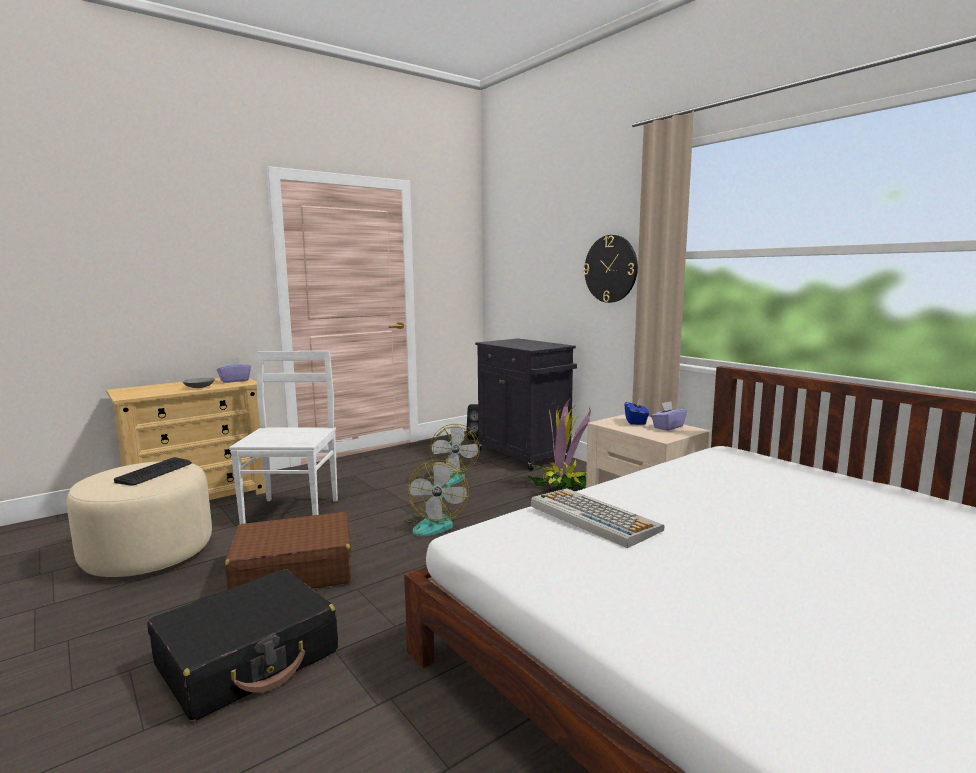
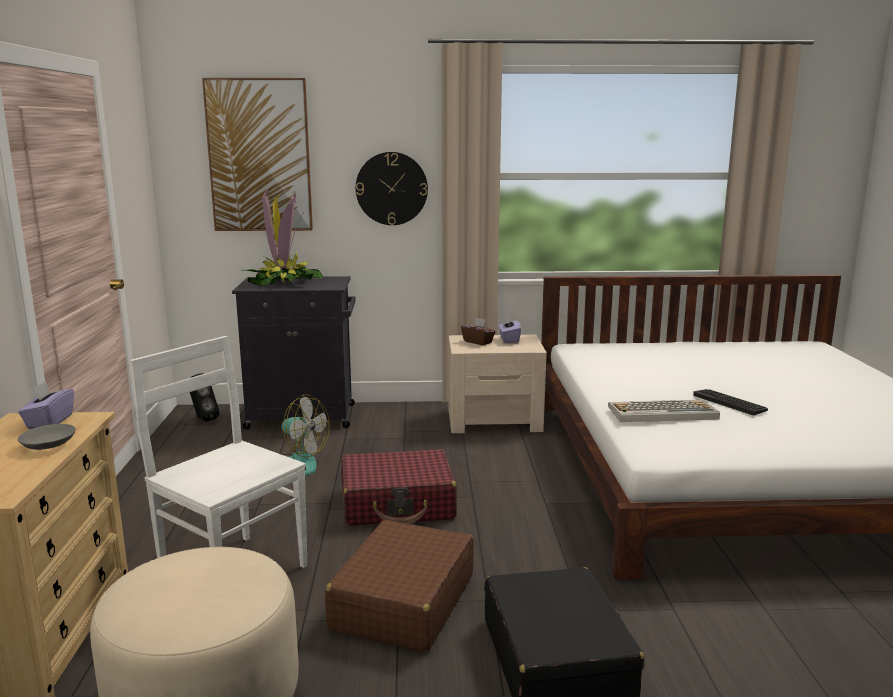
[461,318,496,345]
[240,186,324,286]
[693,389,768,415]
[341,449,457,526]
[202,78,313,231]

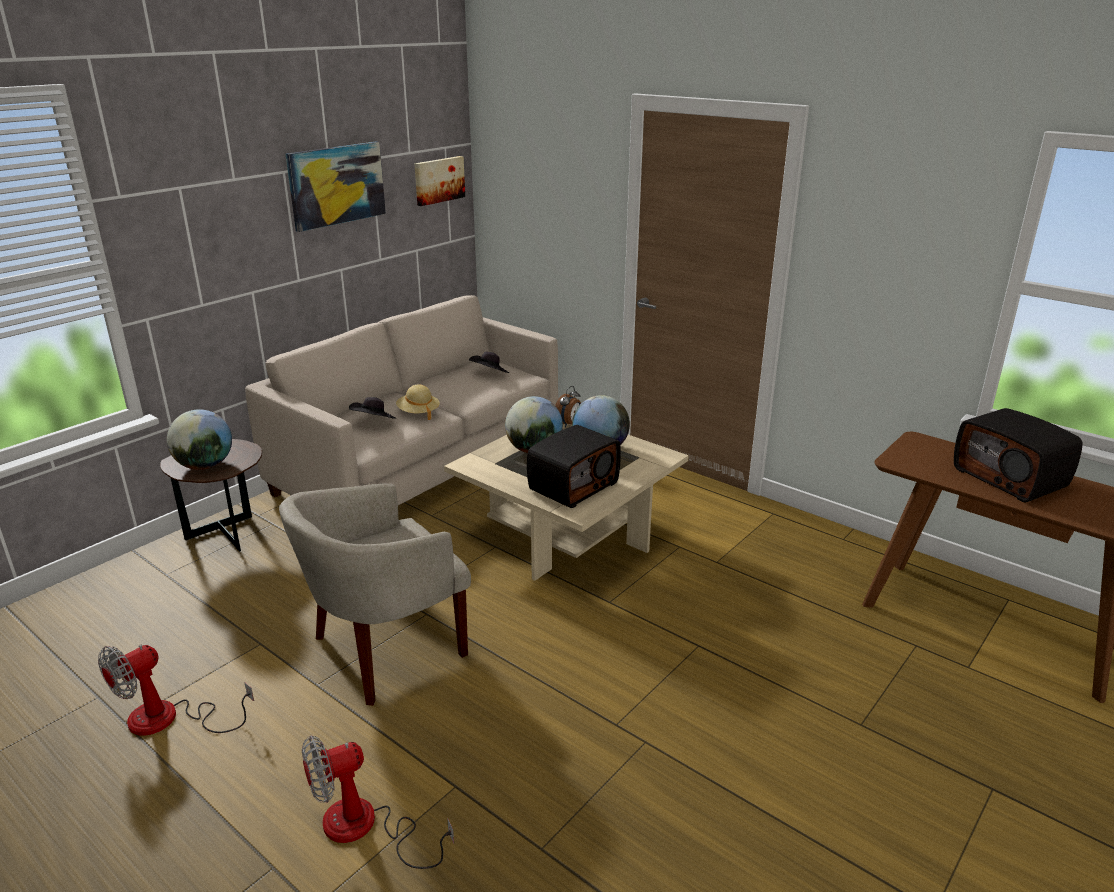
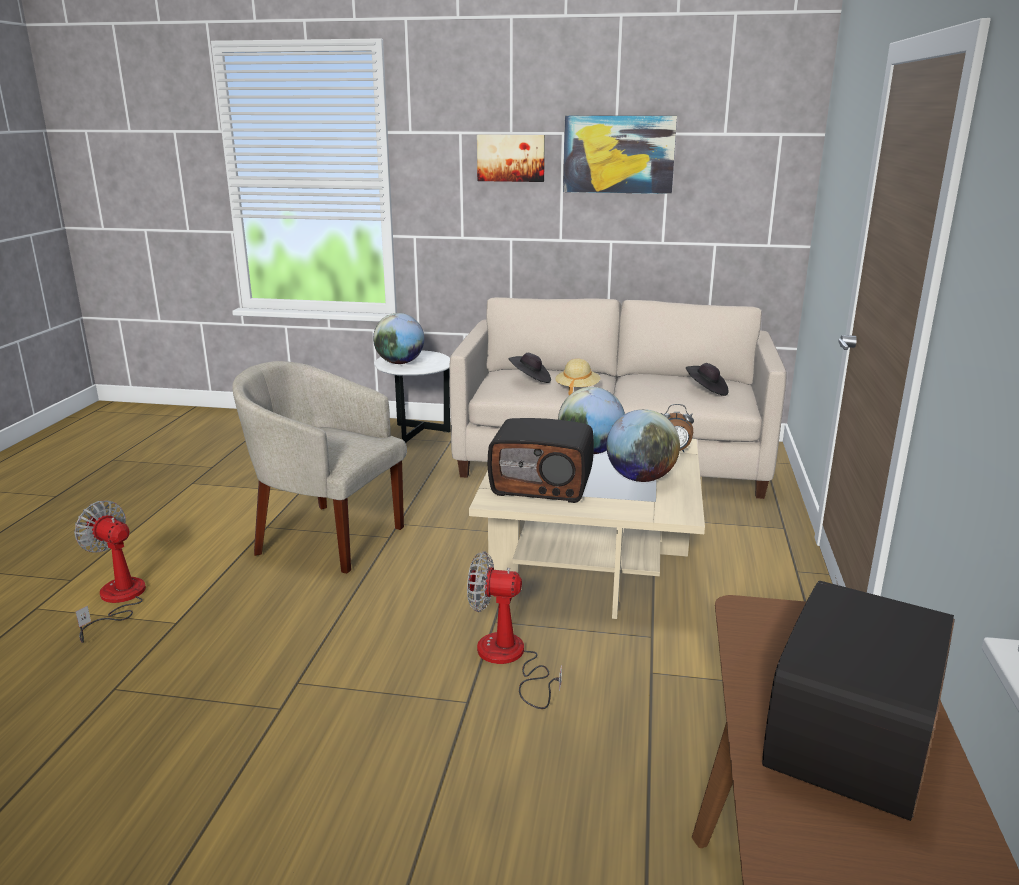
[477,135,545,182]
[374,351,450,443]
[467,551,562,709]

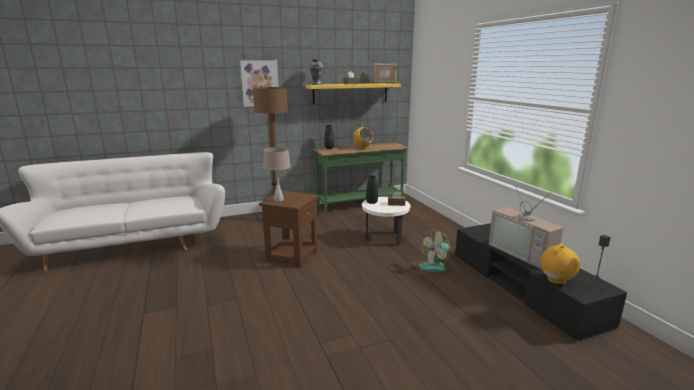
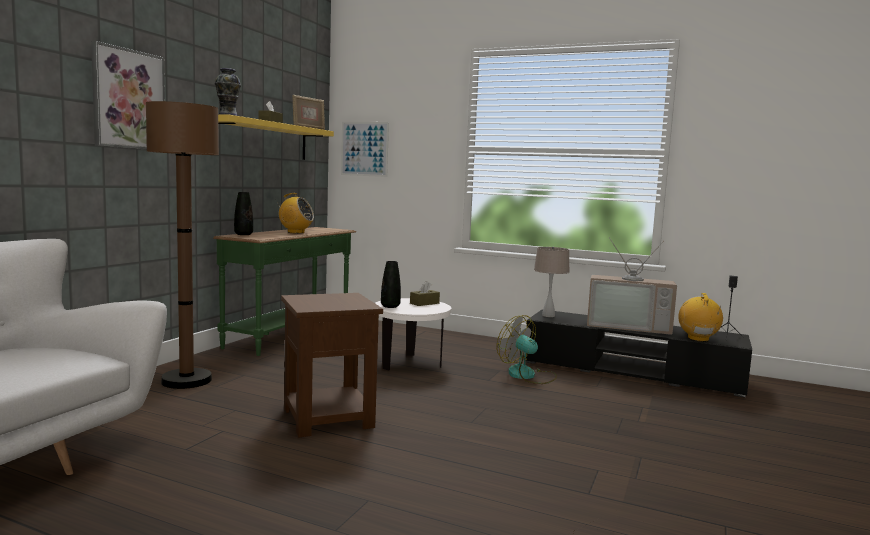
[534,247,570,317]
[497,315,557,384]
[341,122,389,177]

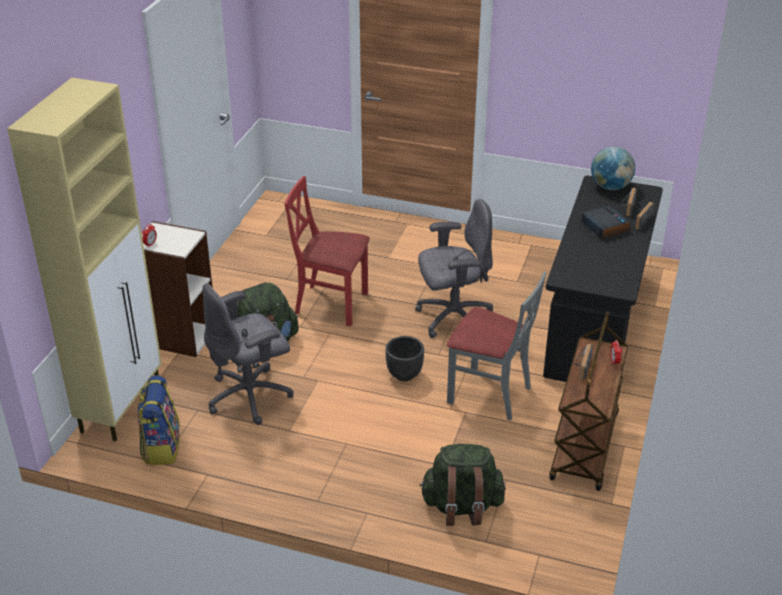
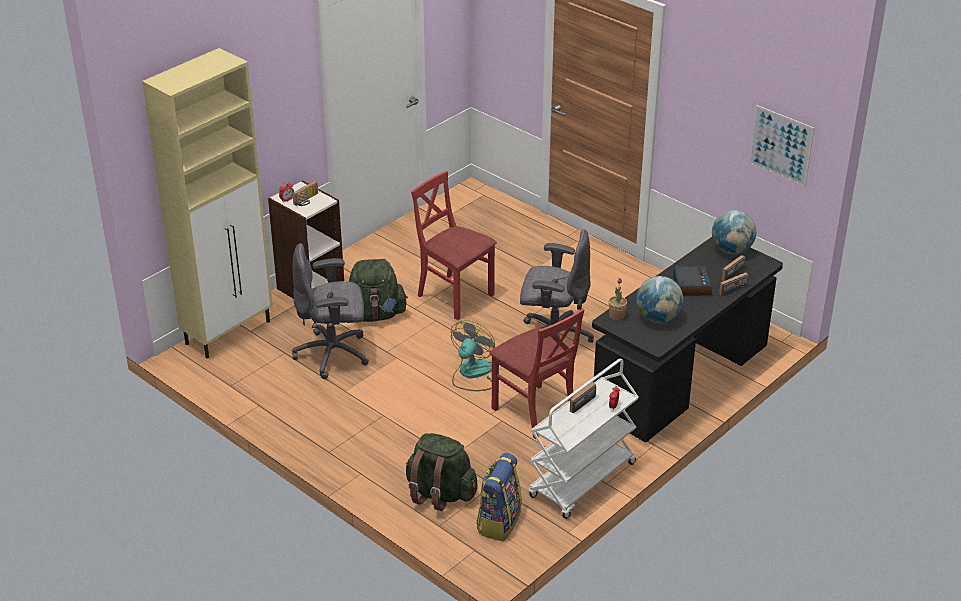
[490,308,585,439]
[528,358,639,519]
[451,320,495,391]
[476,453,522,541]
[749,105,814,187]
[293,181,318,206]
[636,276,683,323]
[609,278,627,320]

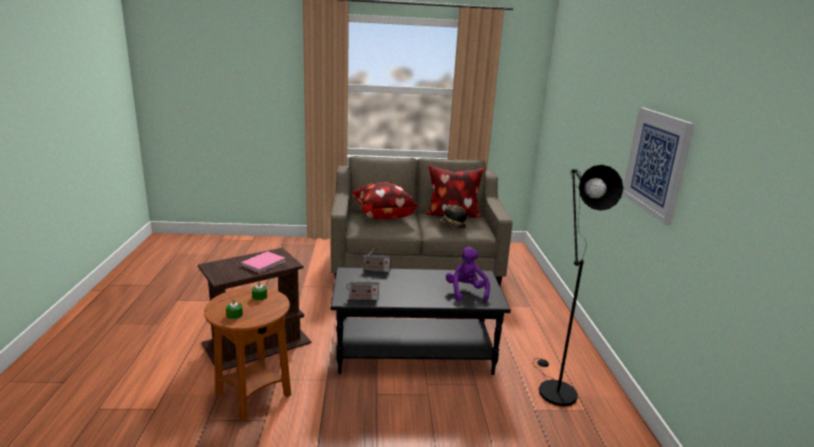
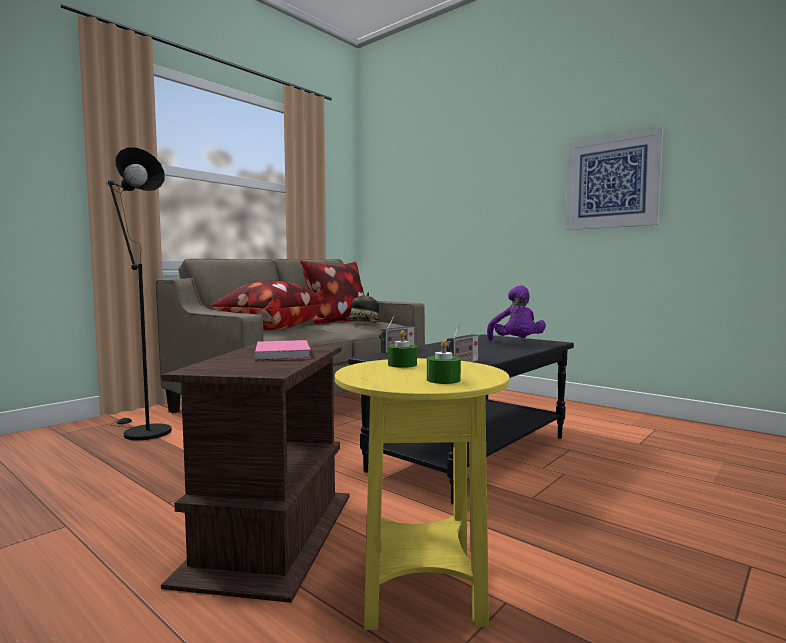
[106,147,172,440]
[487,285,546,341]
[335,358,510,630]

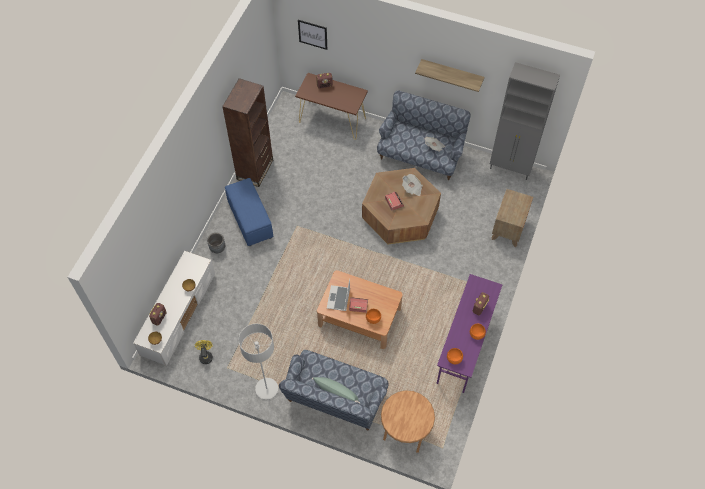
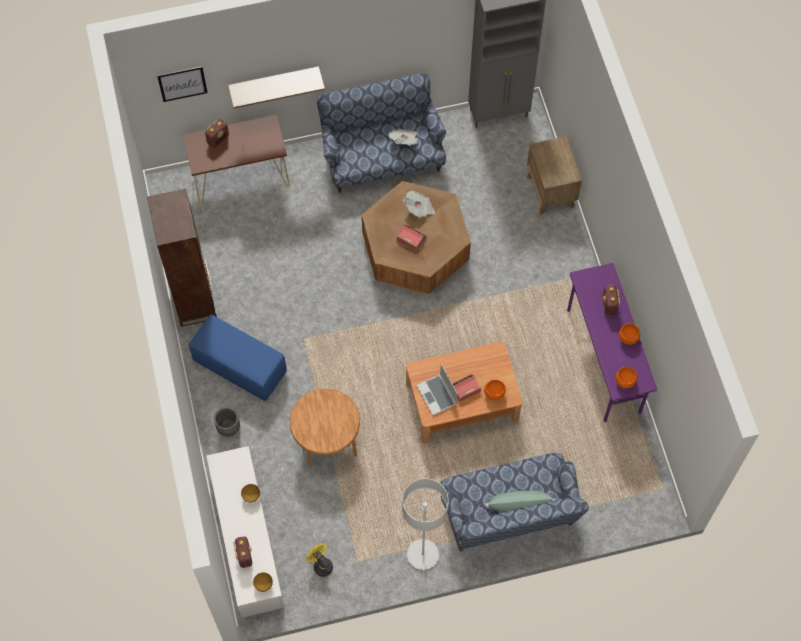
[228,66,325,108]
[290,389,360,467]

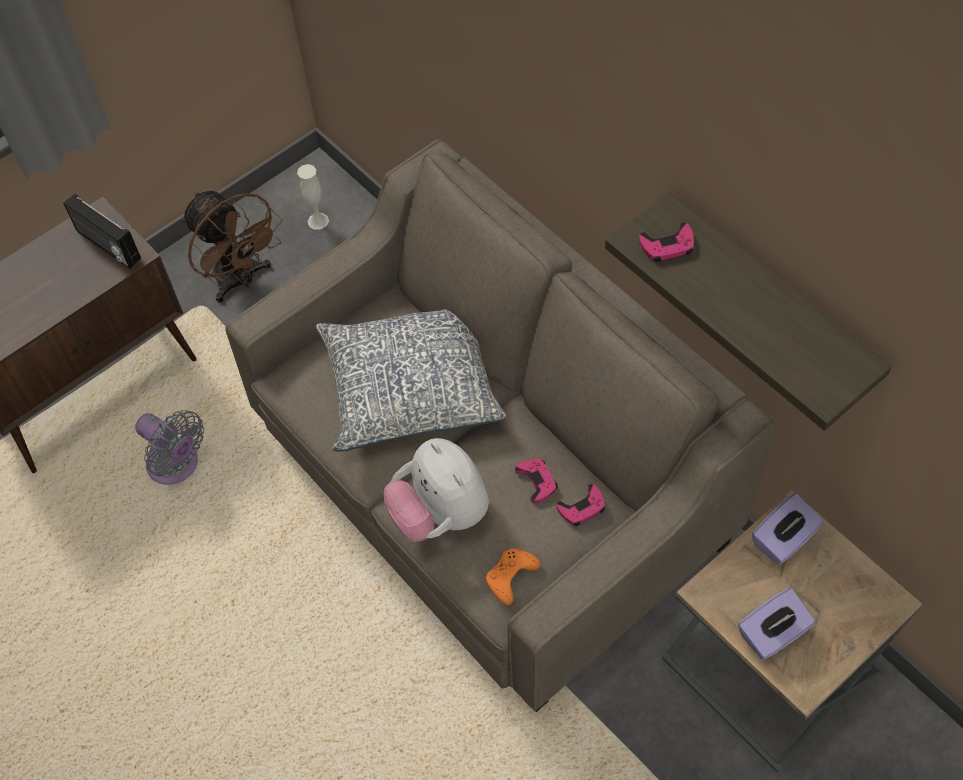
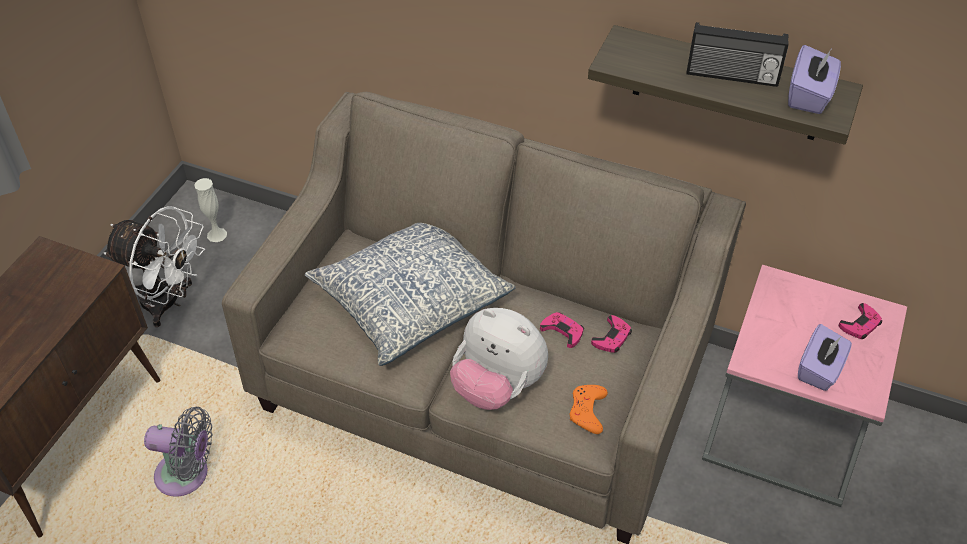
[104,206,205,327]
[686,22,789,87]
[839,303,882,339]
[702,265,907,507]
[788,45,841,114]

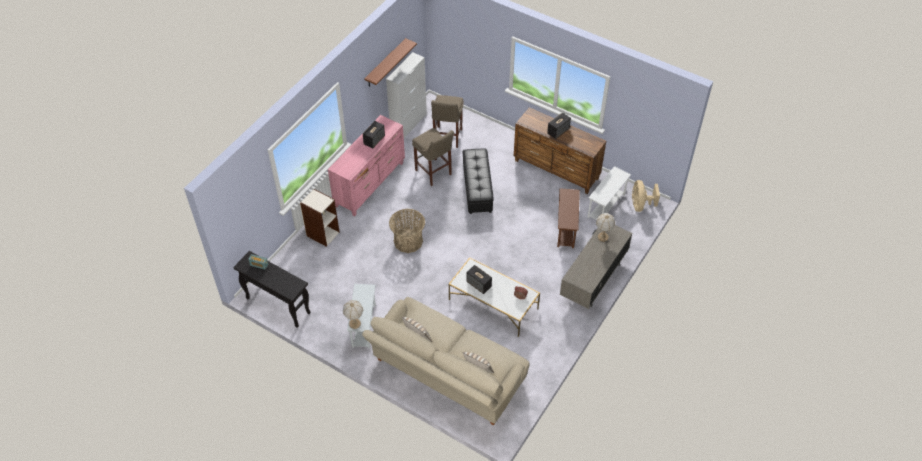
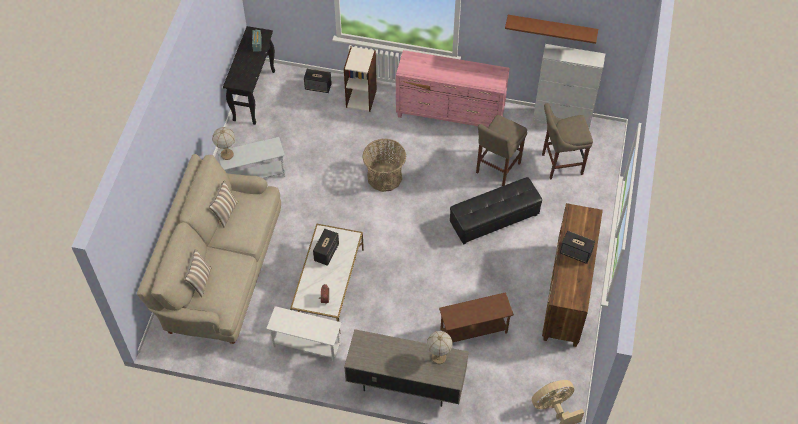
[304,69,332,93]
[266,306,341,362]

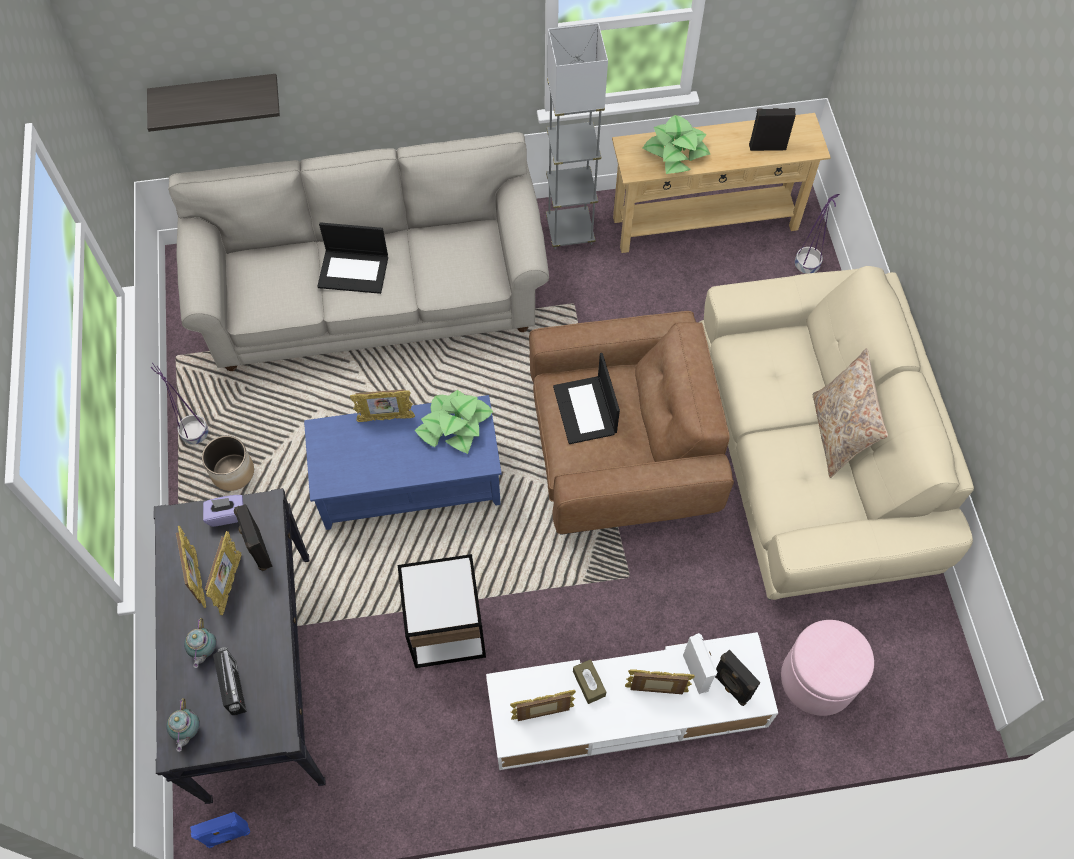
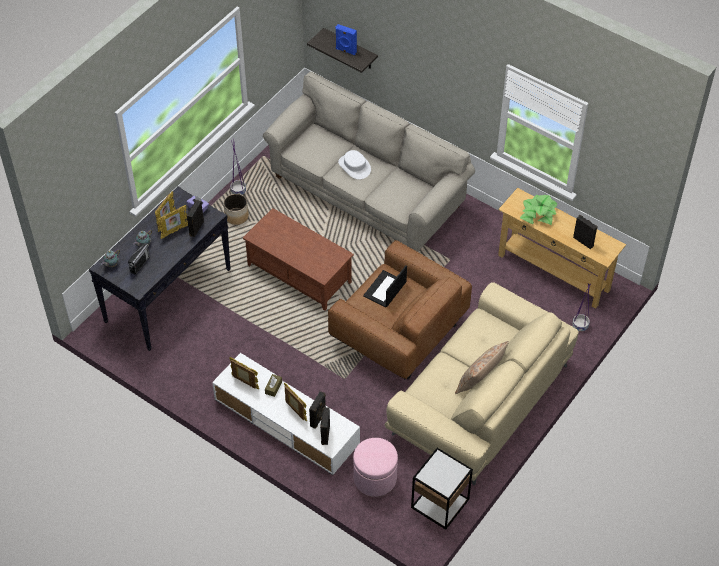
[546,23,608,249] (first image)
[338,150,371,180]
[350,389,415,422] (first image)
[415,390,493,454] (first image)
[243,208,354,311]
[411,448,473,530]
[309,391,326,429]
[335,24,357,55]

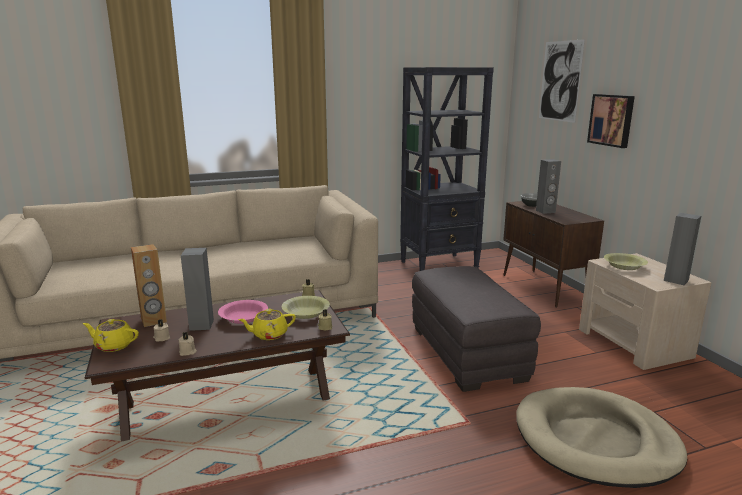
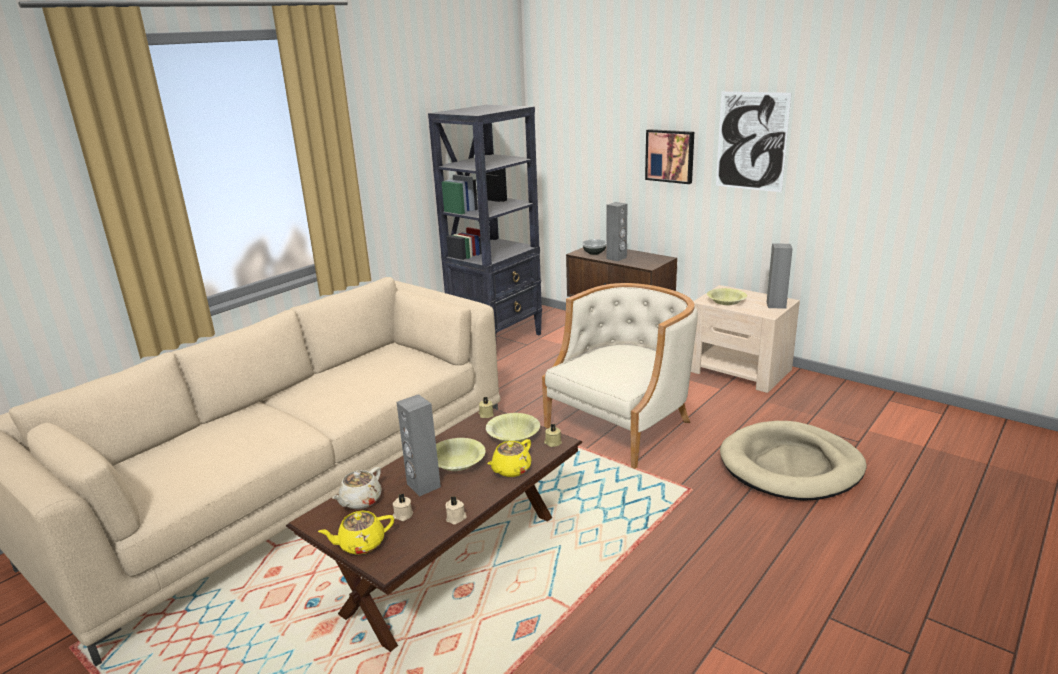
[716,92,791,192]
[332,467,382,509]
[542,283,698,469]
[436,438,486,471]

